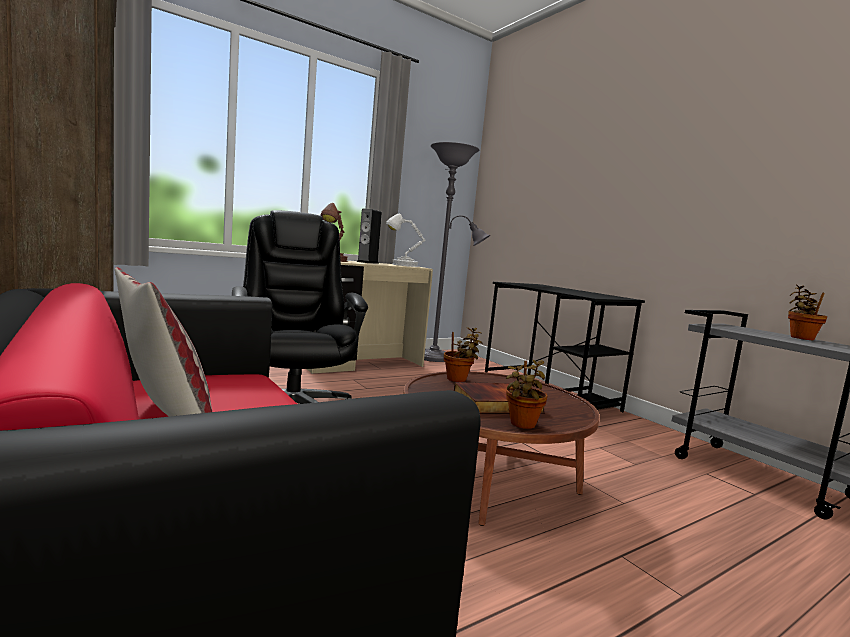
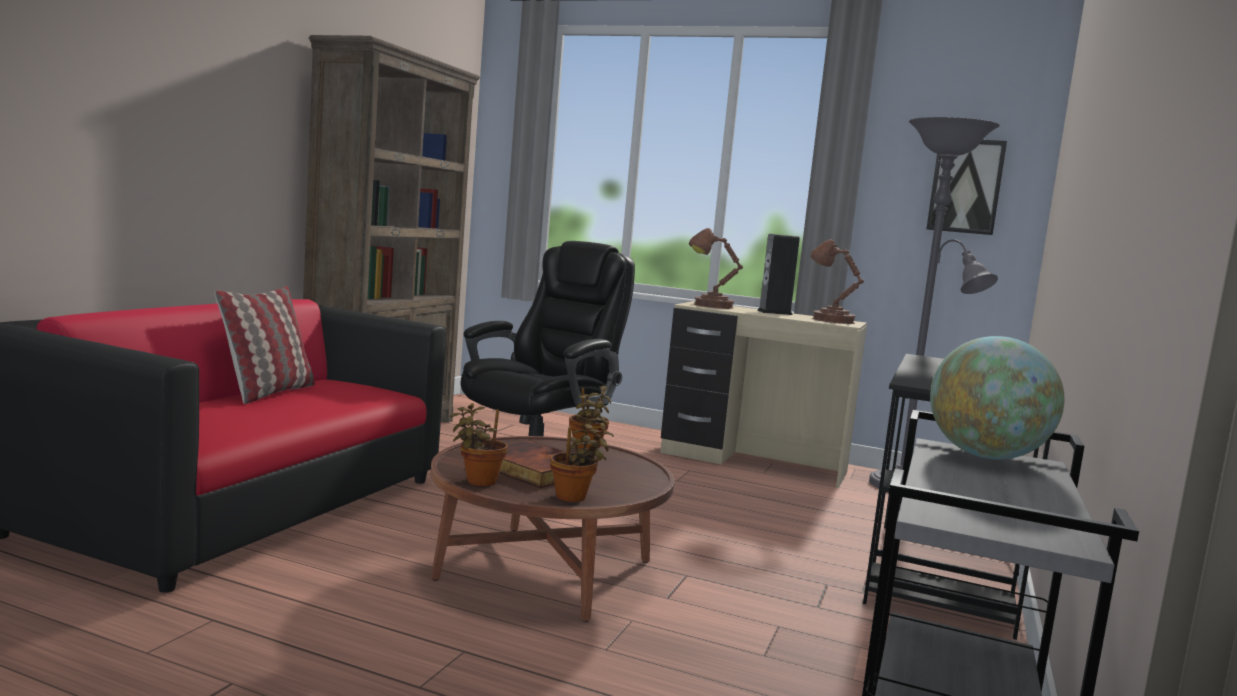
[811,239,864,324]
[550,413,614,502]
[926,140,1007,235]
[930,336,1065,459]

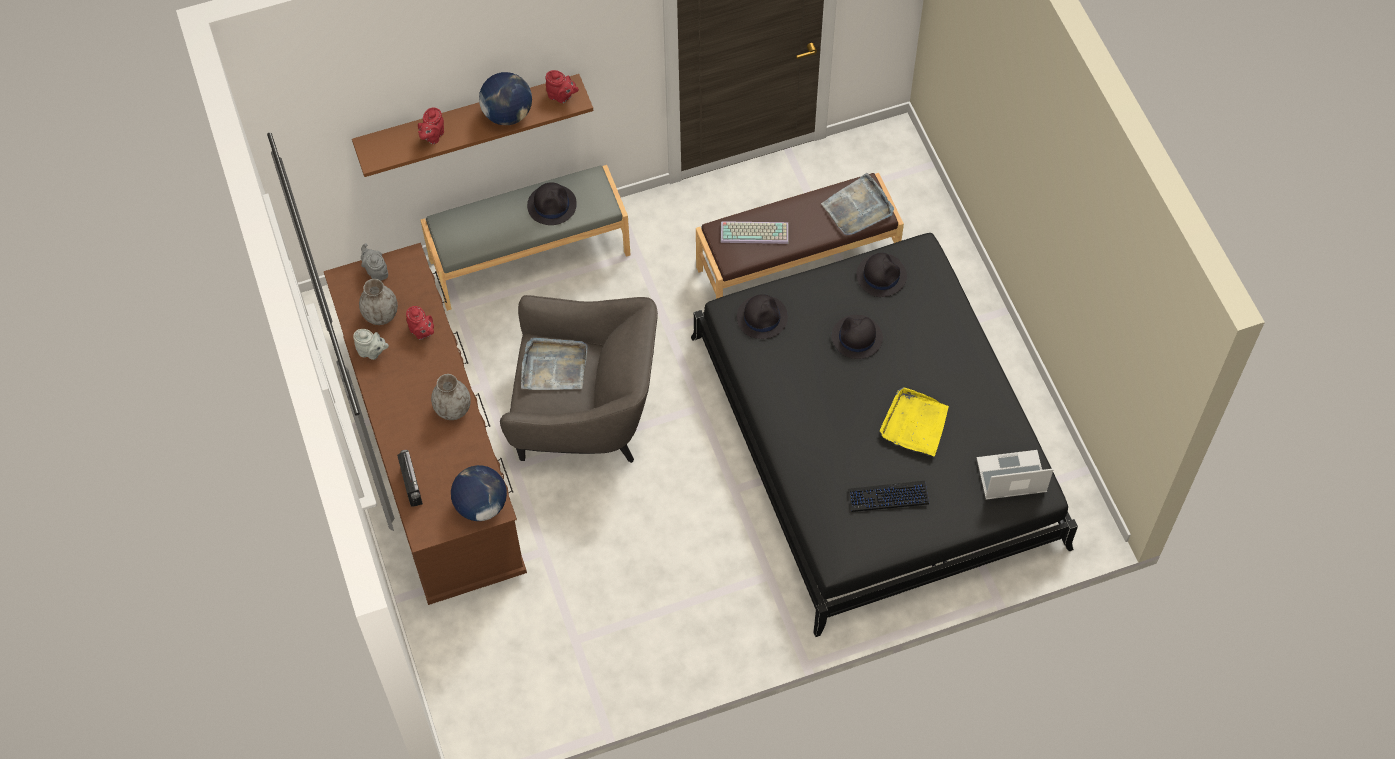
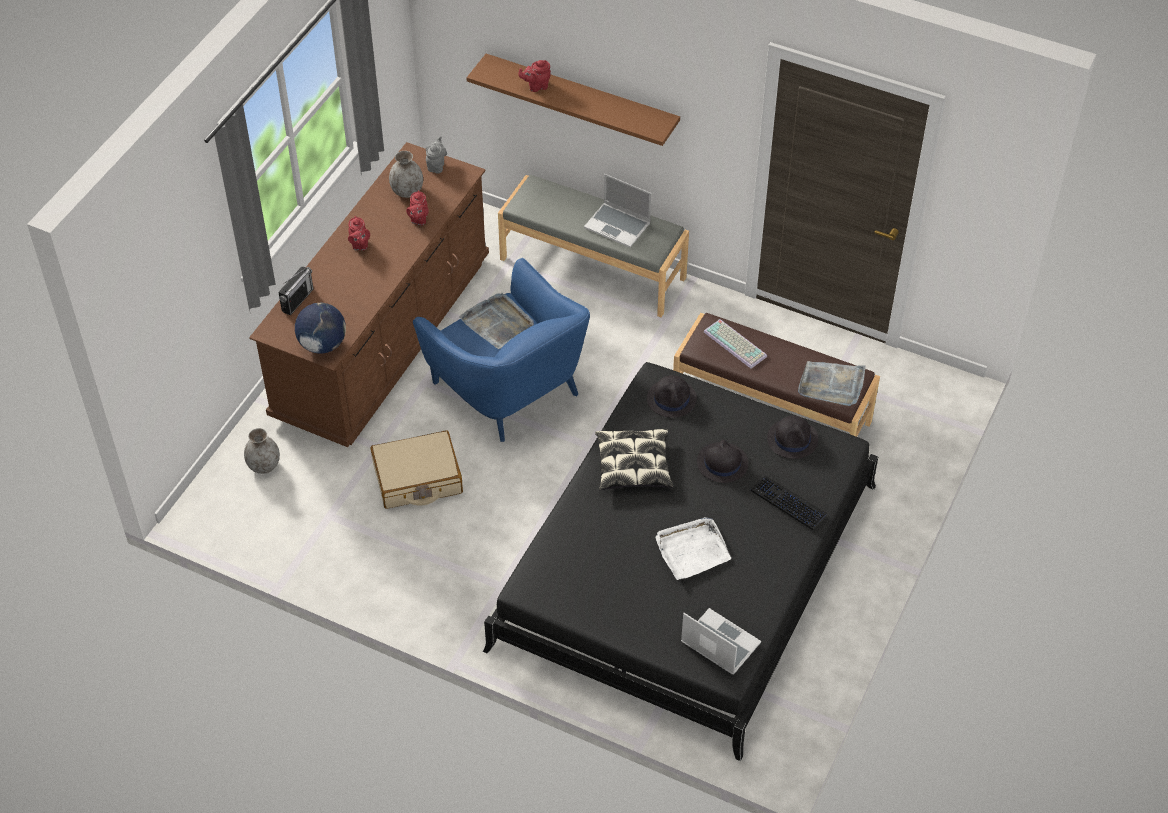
[348,216,370,250]
[479,72,532,125] (first image)
[584,174,651,248]
[413,258,590,442]
[353,329,389,360] (first image)
[244,428,280,474]
[655,517,731,580]
[751,476,827,530]
[595,428,673,491]
[370,430,463,509]

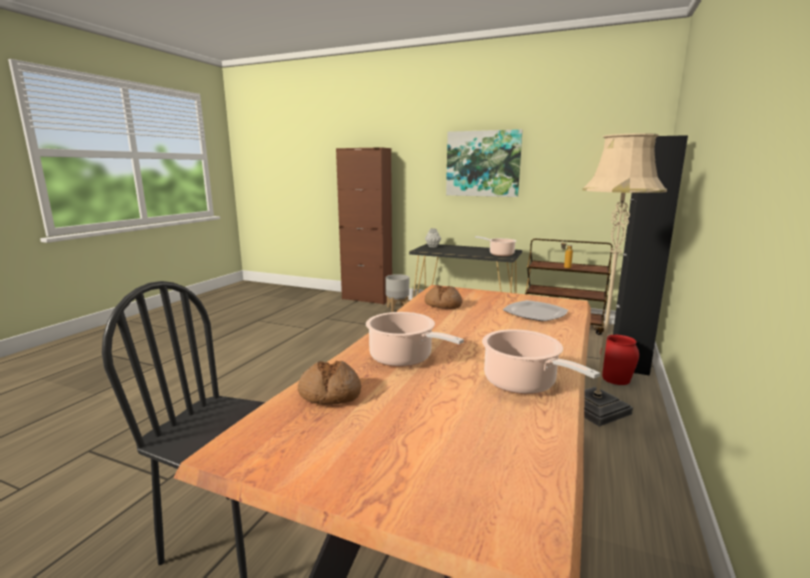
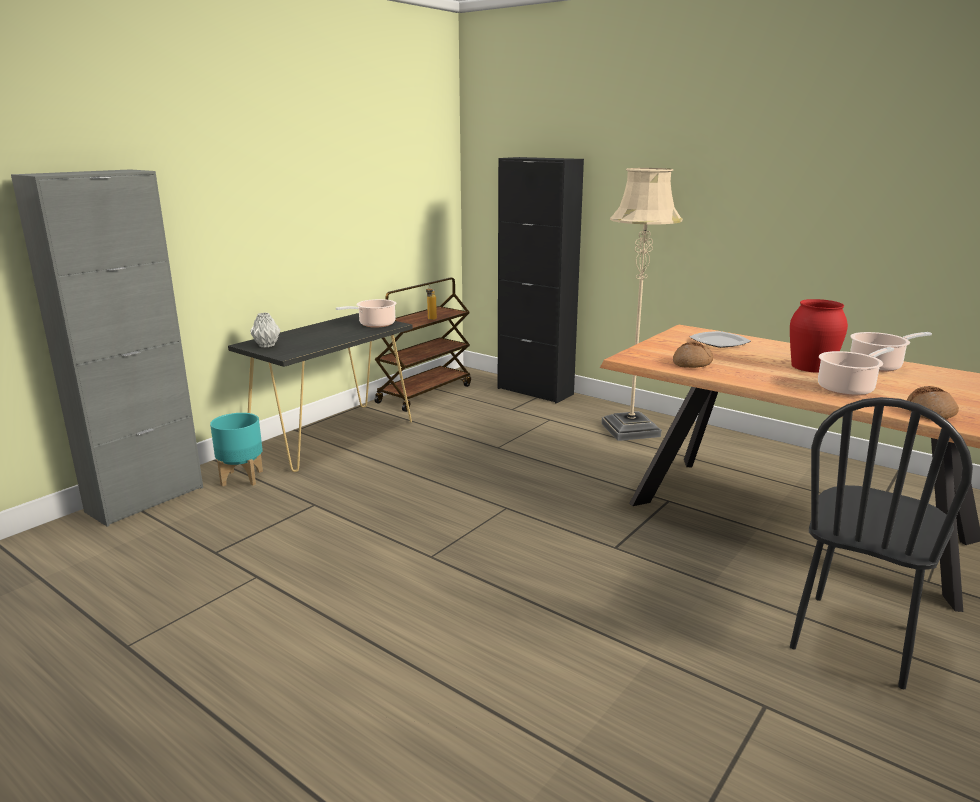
[446,129,523,197] (first image)
[11,169,203,527]
[210,413,263,487]
[790,299,848,373]

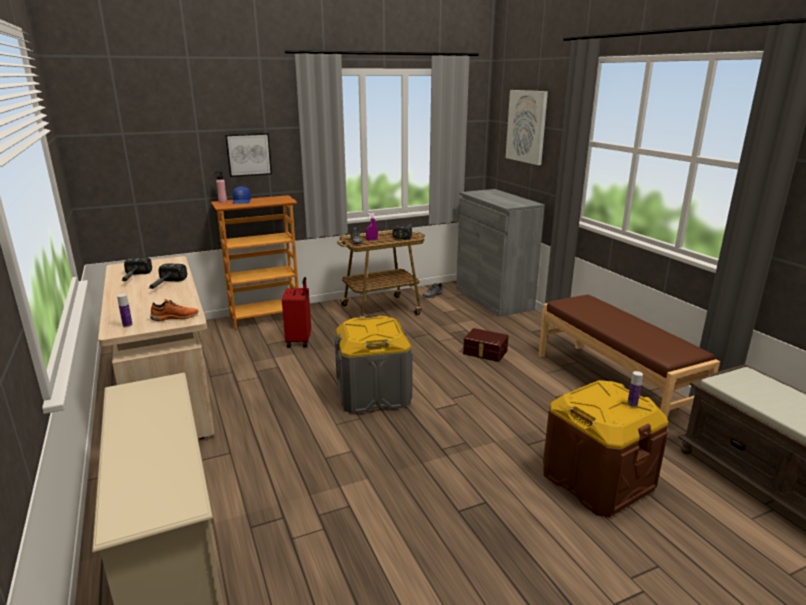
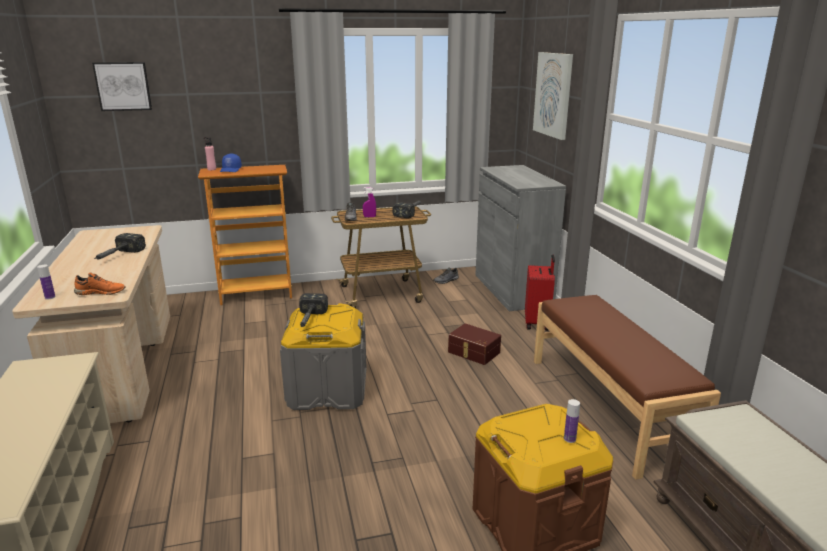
[92,62,152,111]
[299,293,328,327]
[525,255,555,331]

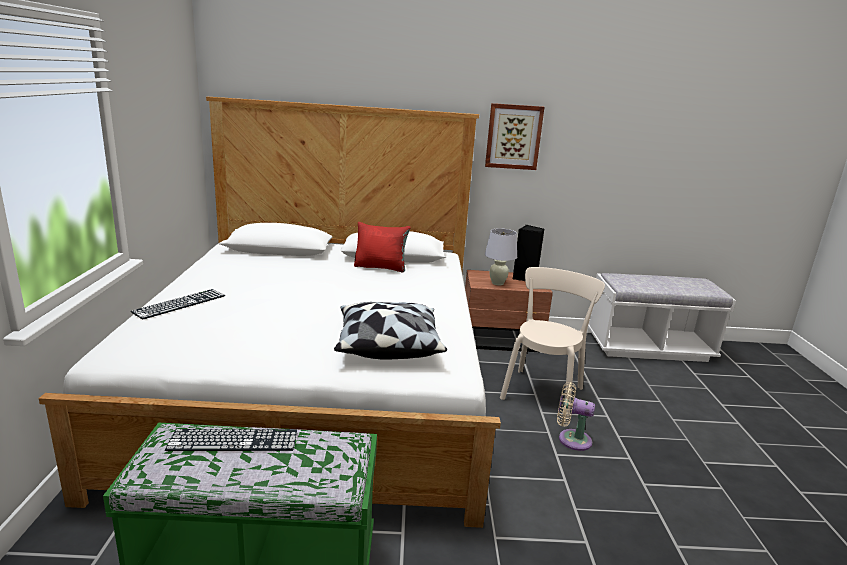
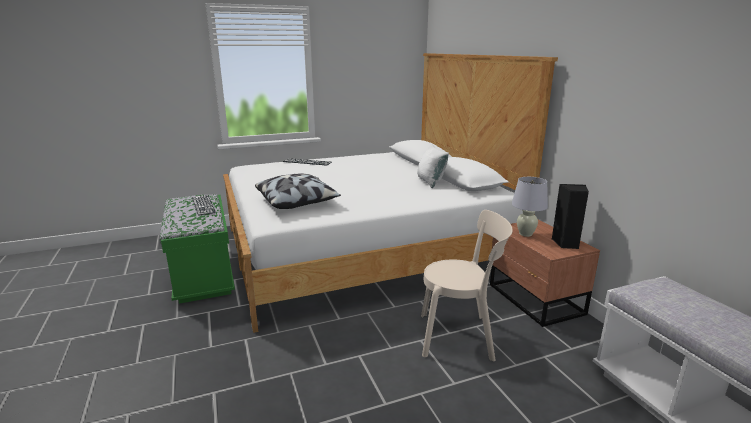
[485,103,544,170] (first image)
[417,144,449,188]
[557,382,595,451] (first image)

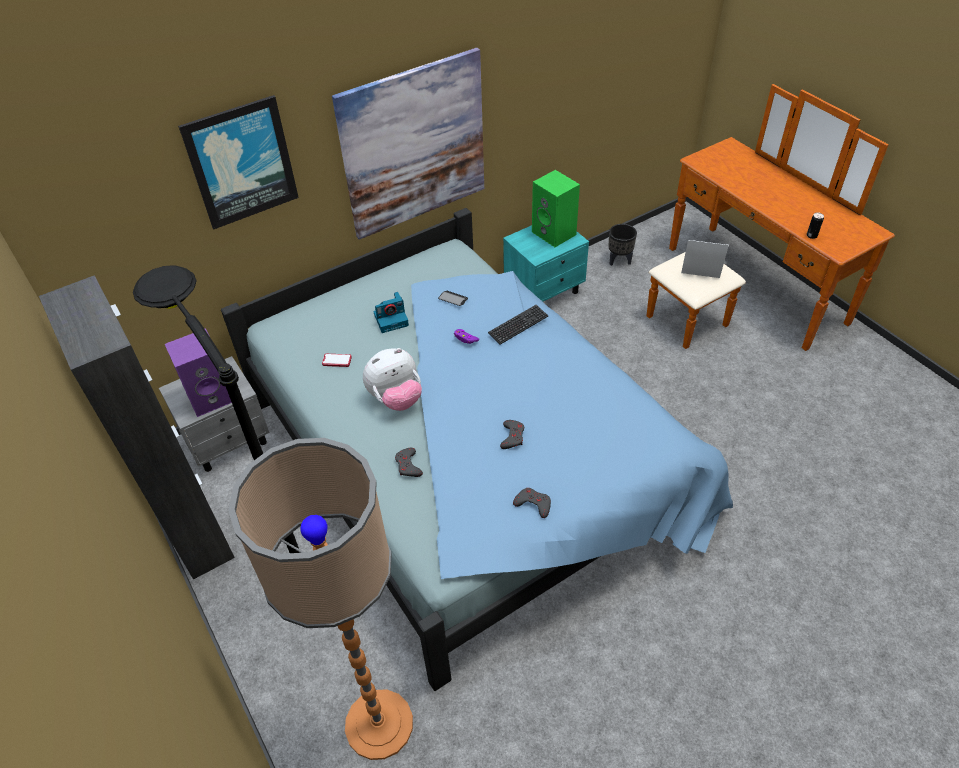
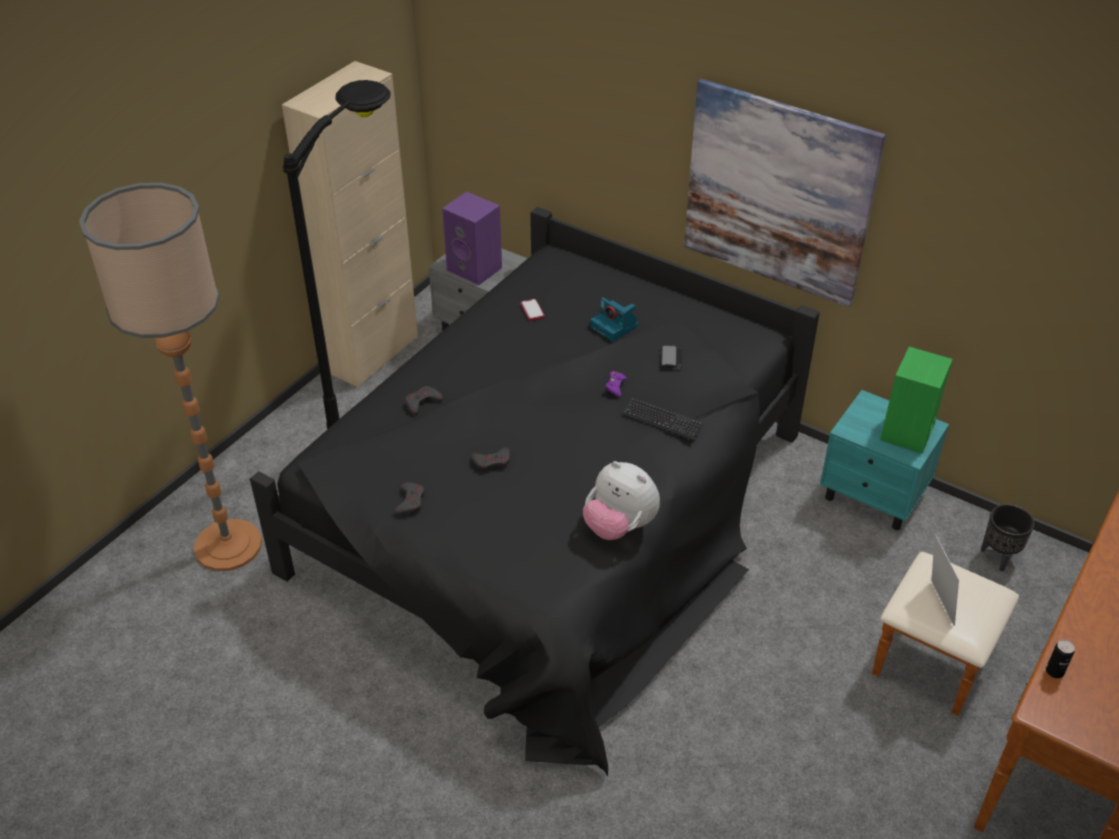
[178,95,299,229] (first image)
[250,207,820,776]
[282,61,418,388]
[583,461,660,540]

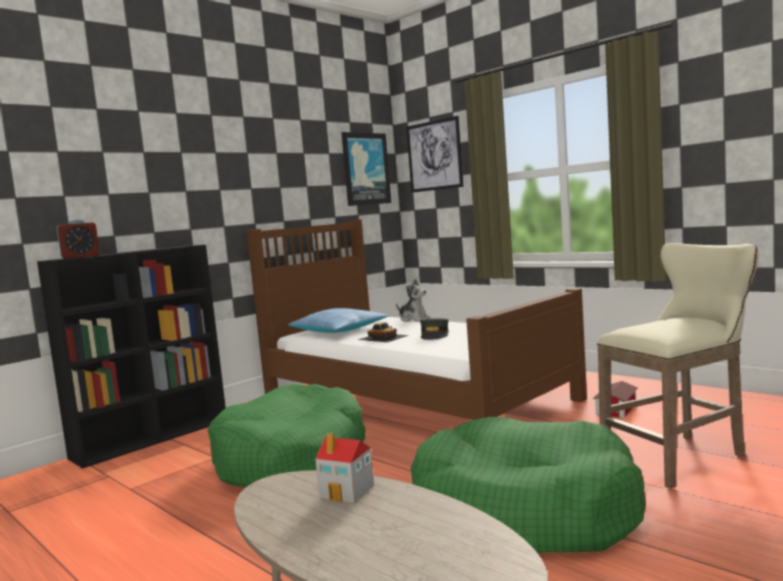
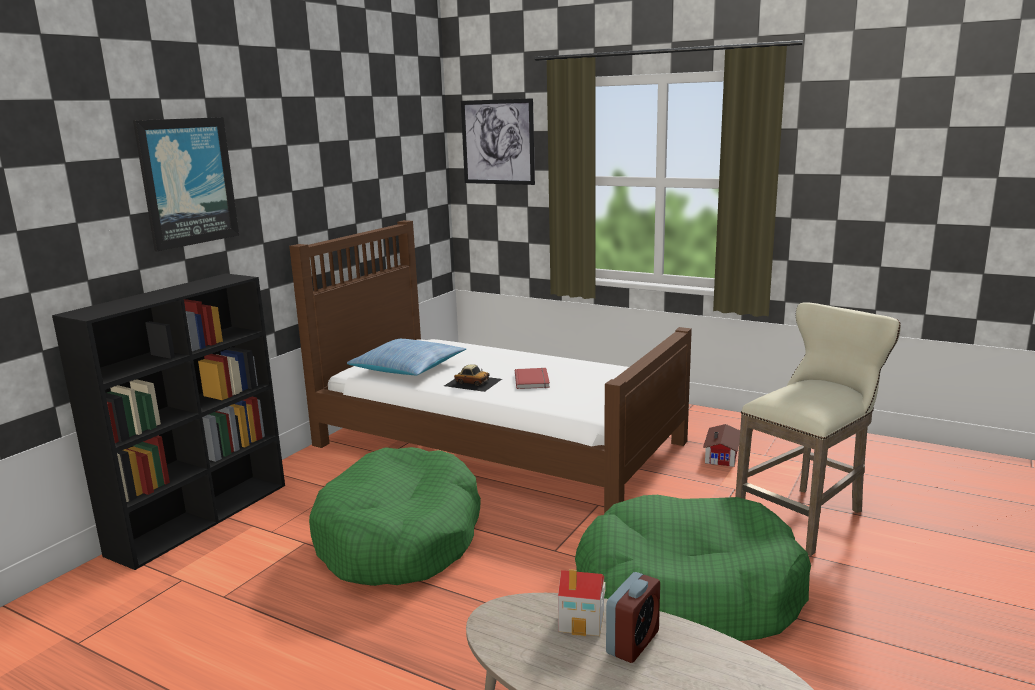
[133,117,239,251]
[606,572,660,663]
[396,279,430,322] (first image)
[515,368,550,389]

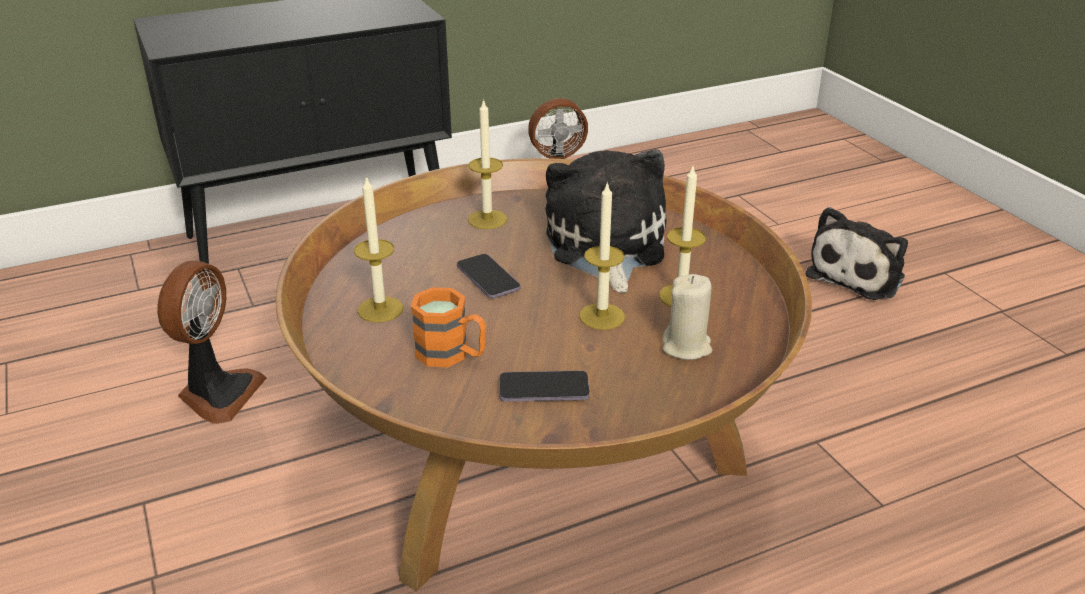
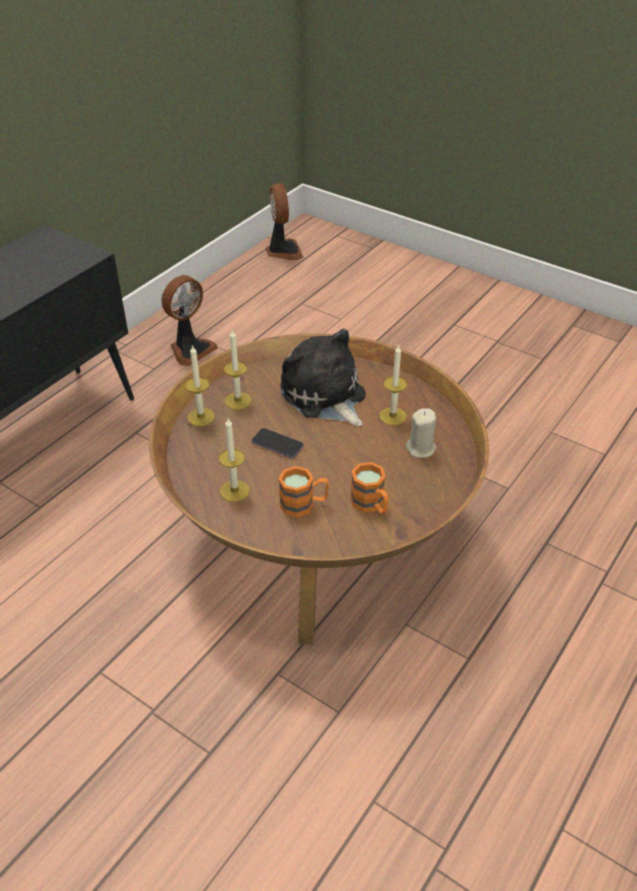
[185,345,215,426]
[806,207,908,300] (first image)
[266,183,303,260]
[350,462,389,514]

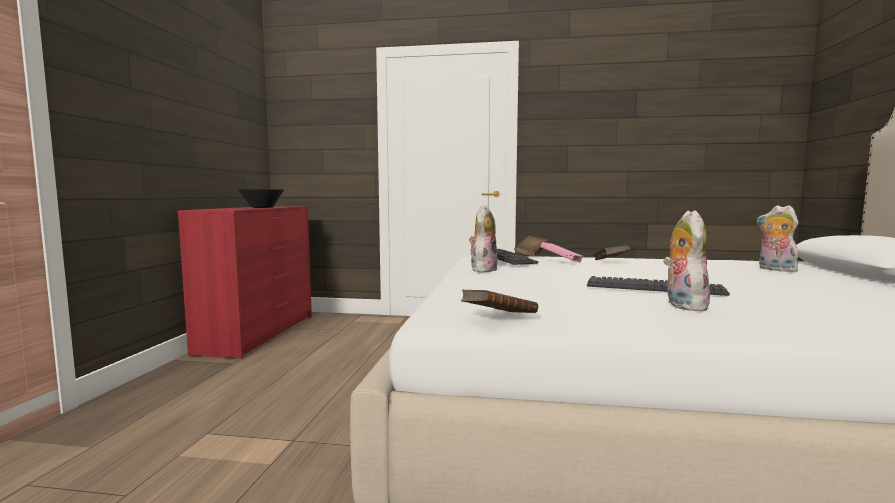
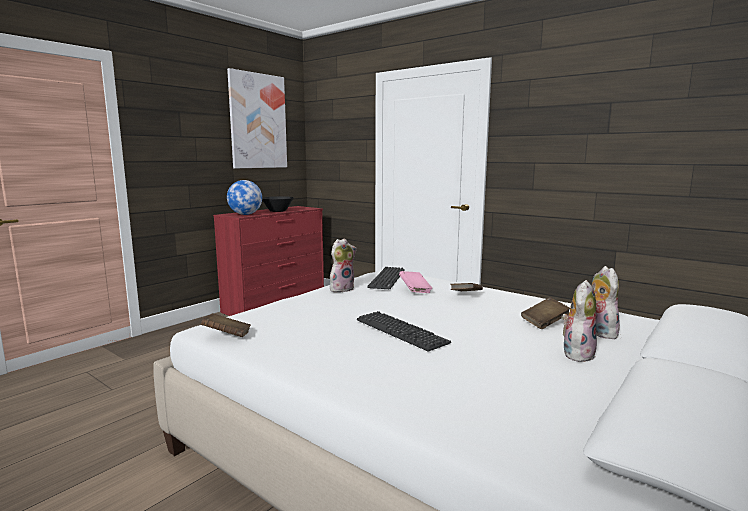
[562,280,597,362]
[521,297,570,329]
[227,68,287,168]
[227,180,262,215]

